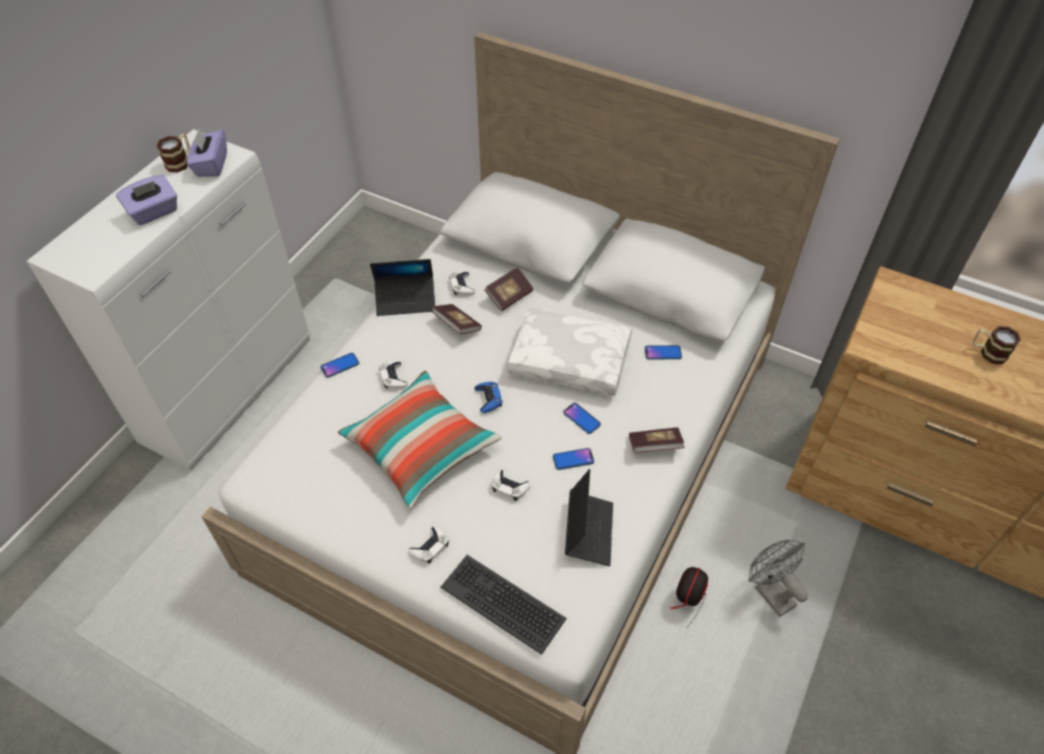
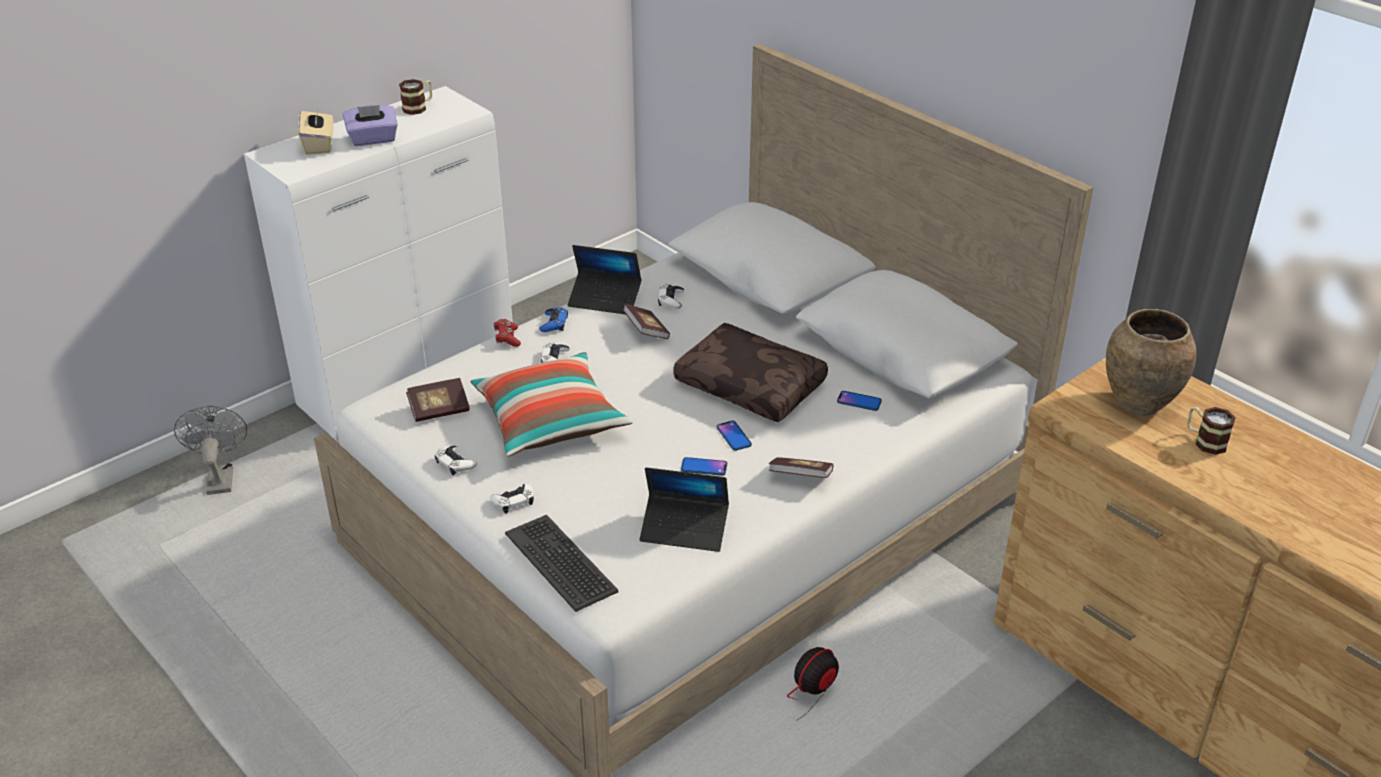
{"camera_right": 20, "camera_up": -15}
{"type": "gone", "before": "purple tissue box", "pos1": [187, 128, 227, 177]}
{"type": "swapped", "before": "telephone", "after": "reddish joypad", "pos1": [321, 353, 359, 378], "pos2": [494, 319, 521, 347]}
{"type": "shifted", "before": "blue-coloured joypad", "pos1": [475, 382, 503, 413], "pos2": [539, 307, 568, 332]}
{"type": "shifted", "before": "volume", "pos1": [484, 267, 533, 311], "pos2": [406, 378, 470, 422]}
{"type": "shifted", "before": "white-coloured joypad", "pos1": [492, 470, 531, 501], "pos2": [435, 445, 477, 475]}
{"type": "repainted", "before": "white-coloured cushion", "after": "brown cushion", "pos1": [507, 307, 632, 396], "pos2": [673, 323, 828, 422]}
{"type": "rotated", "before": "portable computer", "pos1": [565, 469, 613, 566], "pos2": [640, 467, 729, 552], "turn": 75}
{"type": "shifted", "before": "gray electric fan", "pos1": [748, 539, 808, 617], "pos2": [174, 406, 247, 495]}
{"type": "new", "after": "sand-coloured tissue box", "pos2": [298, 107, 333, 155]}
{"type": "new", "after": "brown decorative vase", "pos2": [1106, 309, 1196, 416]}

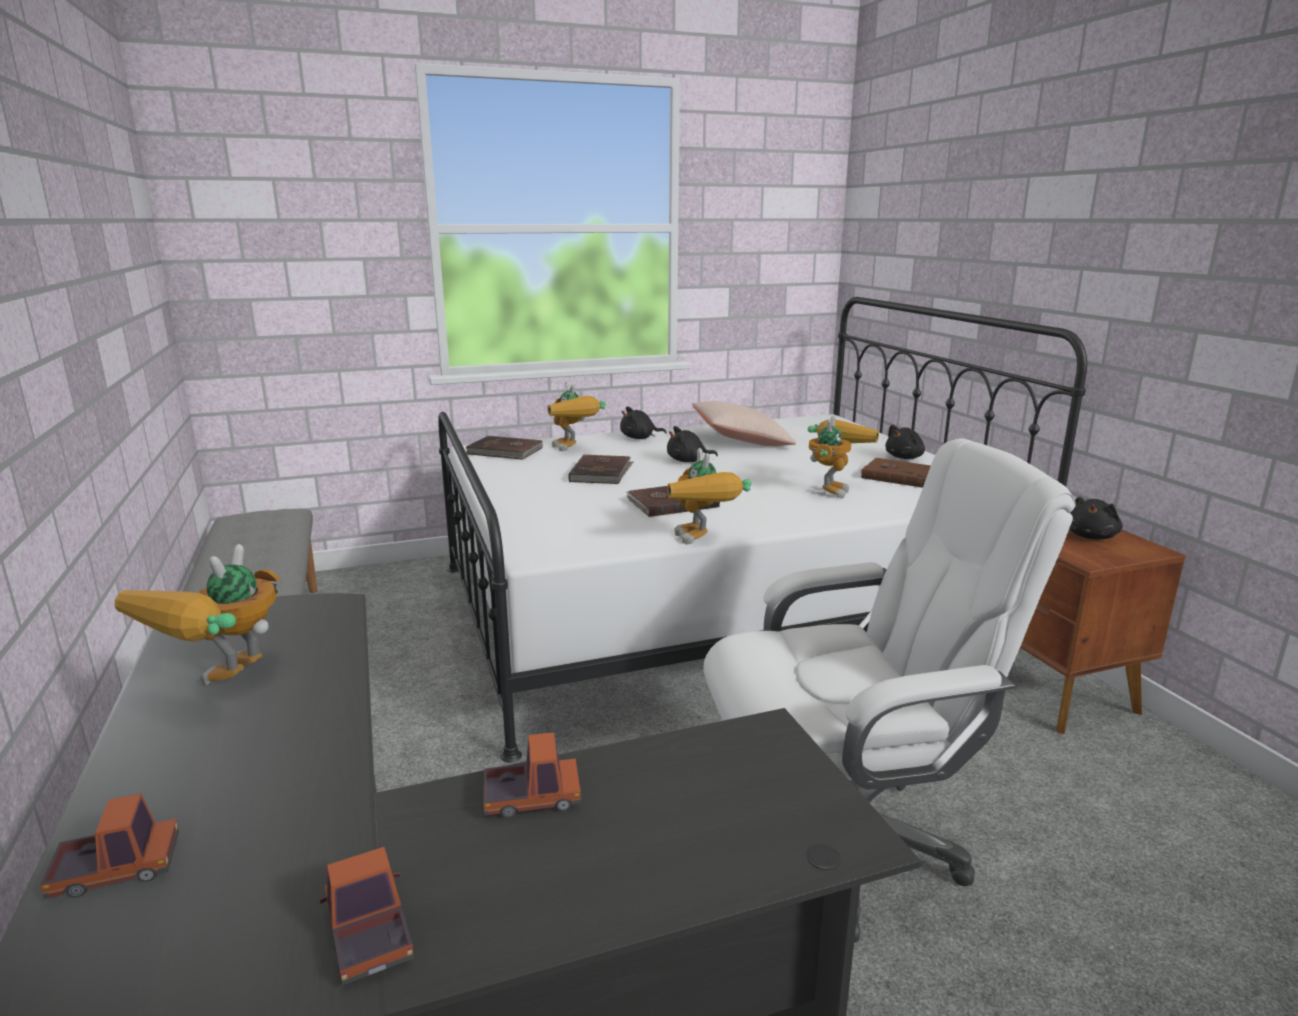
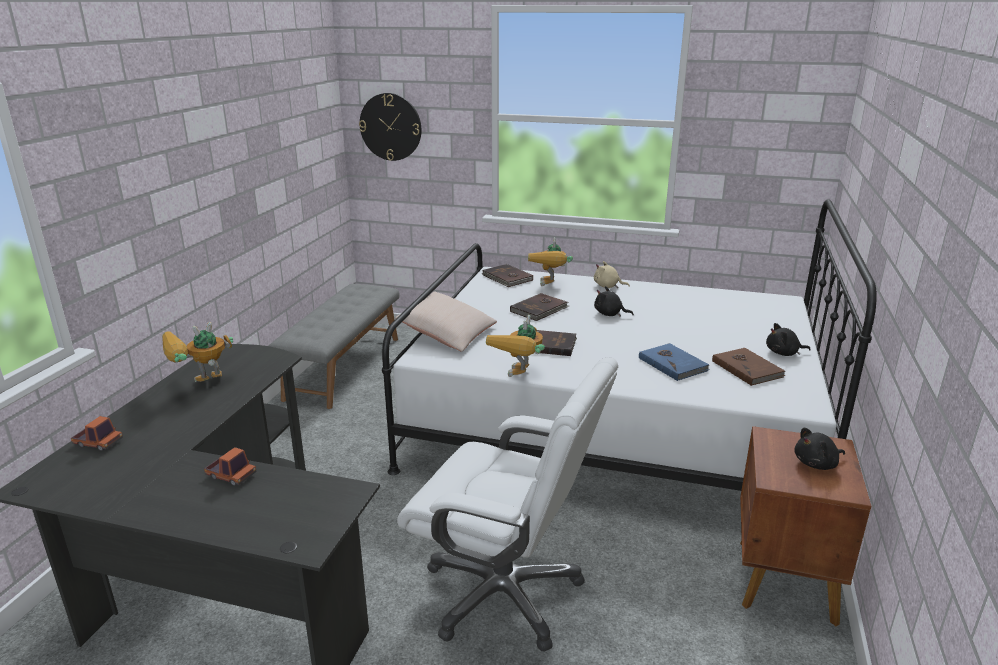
{"camera_right": 35, "camera_up": 5}
{"type": "gone", "before": "model truck", "pos1": [320, 847, 414, 986]}
{"type": "repainted", "before": "blackish plush toy", "after": "sand-coloured plush toy", "pos1": [620, 406, 667, 439], "pos2": [594, 261, 630, 288]}
{"type": "shifted", "before": "sand-coloured cushion", "pos1": [692, 401, 796, 446], "pos2": [395, 291, 497, 352]}
{"type": "swapped", "before": "toy robot", "after": "blue-coloured volume", "pos1": [808, 415, 879, 499], "pos2": [639, 343, 710, 381]}
{"type": "new", "after": "hanging clock", "pos2": [359, 93, 421, 161]}

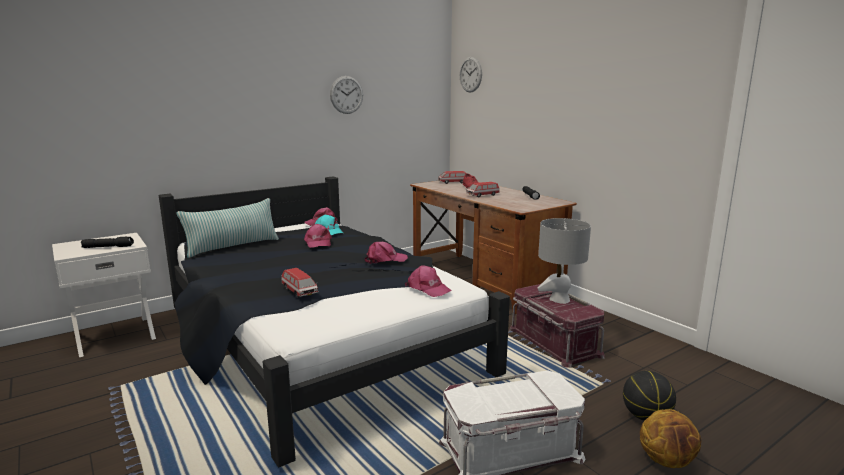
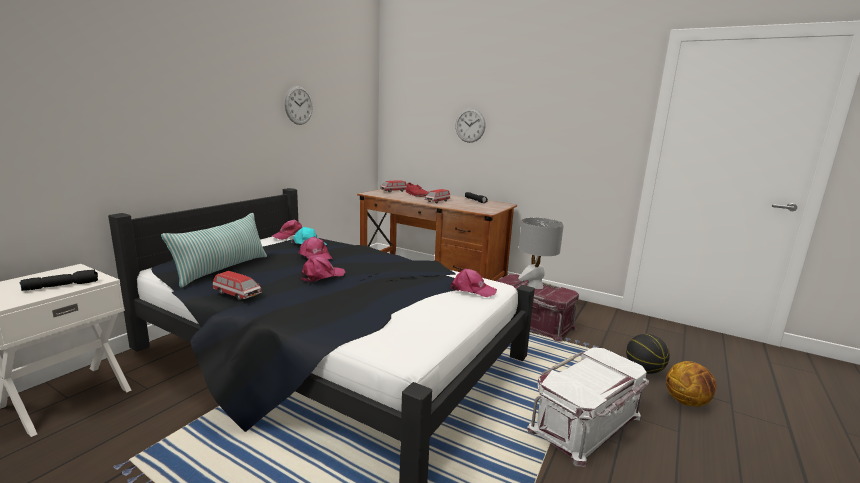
{"camera_right": -25, "camera_up": 0}
{"type": "shifted", "before": "toy car", "pos1": [281, 268, 319, 297], "pos2": [213, 271, 262, 300]}
{"type": "shifted", "before": "pink baseball cap", "pos1": [365, 242, 408, 264], "pos2": [301, 257, 345, 283]}
{"type": "shifted", "before": "hanging clock", "pos1": [460, 57, 482, 93], "pos2": [455, 108, 486, 143]}

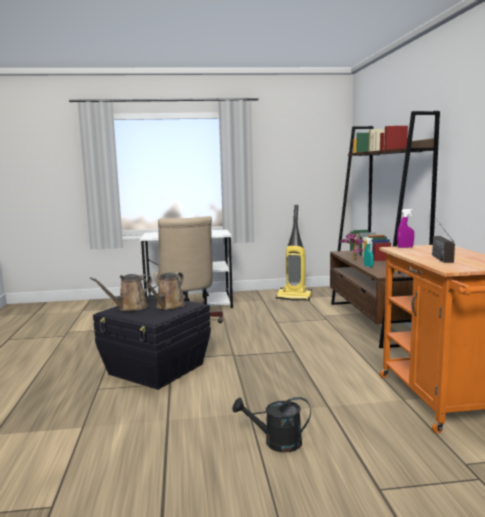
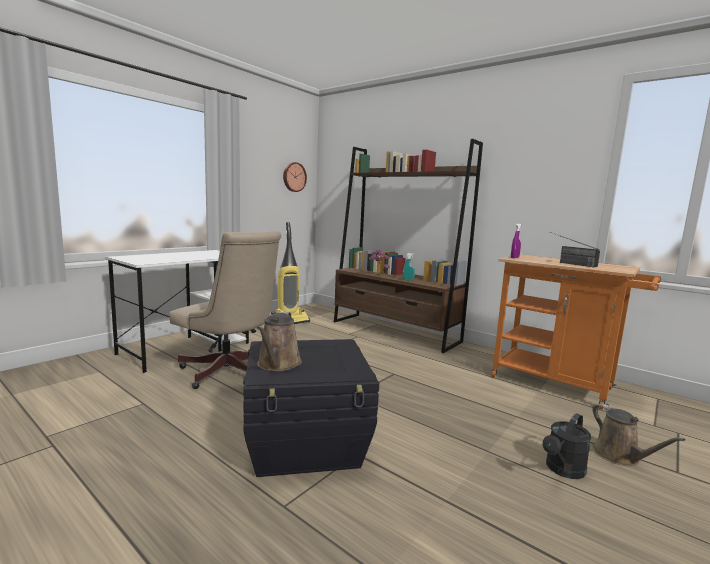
{"camera_right": -45, "camera_up": 0}
{"type": "shifted", "before": "brown watering pot", "pos1": [141, 272, 185, 310], "pos2": [593, 404, 685, 466]}
{"type": "new", "after": "hanging clock", "pos2": [283, 162, 307, 192]}

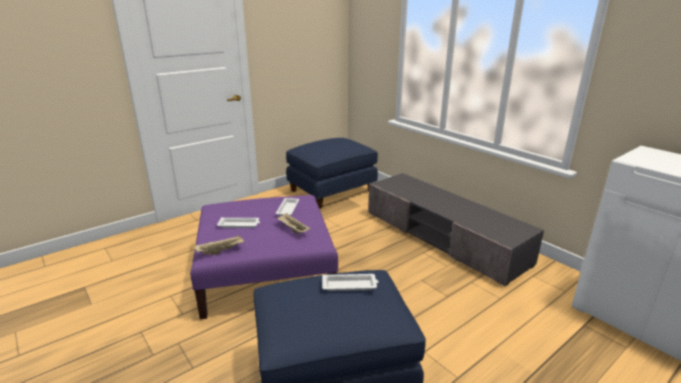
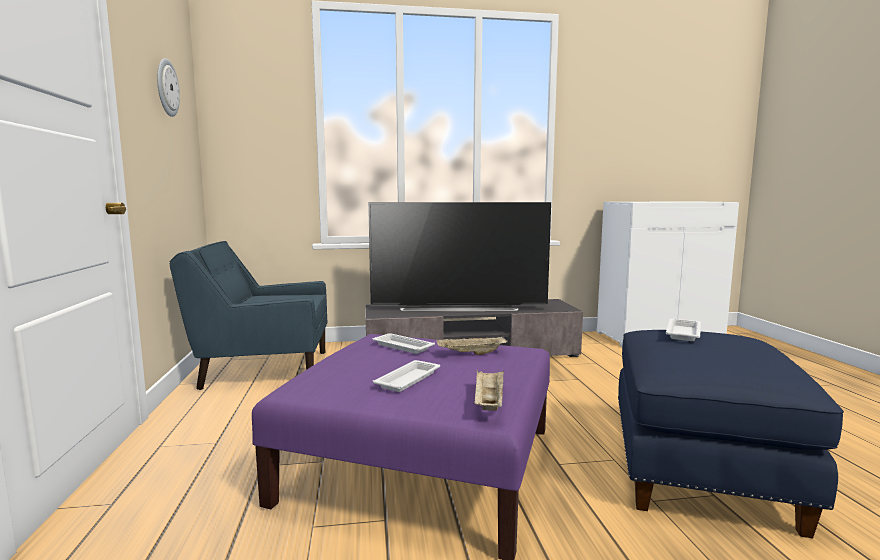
{"camera_right": -60, "camera_up": -15}
{"type": "swapped", "before": "blue-coloured pouffe", "after": "blue-coloured armchair", "pos1": [286, 138, 378, 209], "pos2": [170, 241, 328, 390]}
{"type": "new", "after": "hanging clock", "pos2": [157, 58, 180, 117]}
{"type": "new", "after": "TV set", "pos2": [368, 202, 551, 311]}

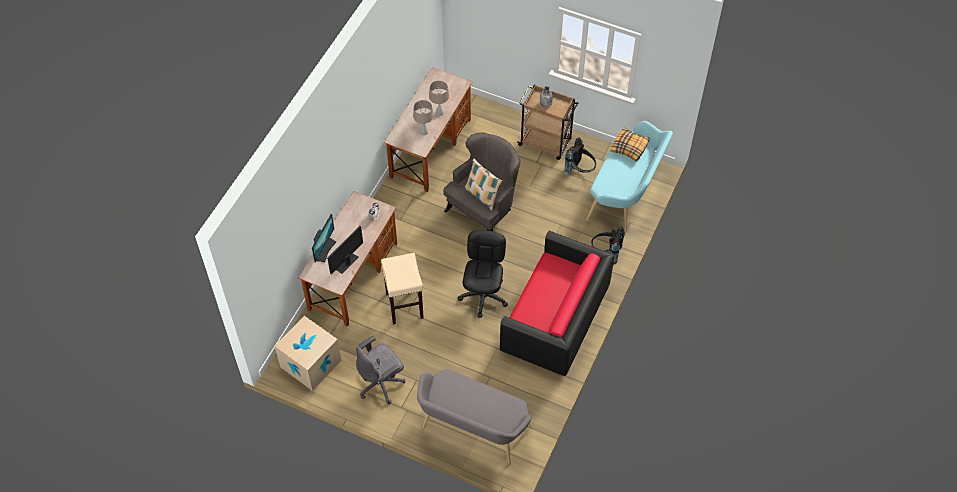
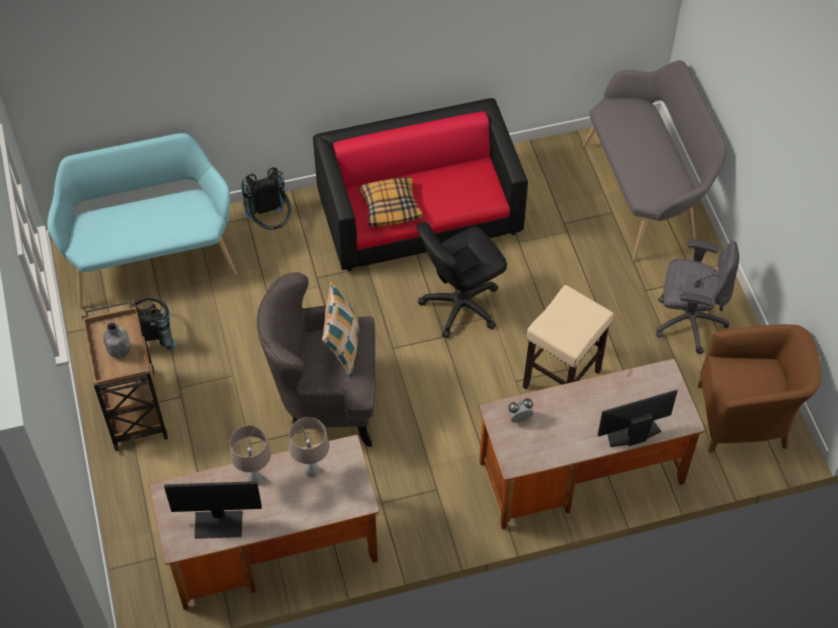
{"camera_right": -130, "camera_up": 0}
{"type": "swapped", "before": "packing box", "after": "brown armchair", "pos1": [275, 316, 342, 391], "pos2": [698, 324, 821, 452]}
{"type": "shifted", "before": "computer display", "pos1": [327, 226, 363, 274], "pos2": [164, 481, 262, 539]}
{"type": "shifted", "before": "cushion", "pos1": [611, 127, 650, 161], "pos2": [359, 177, 423, 227]}

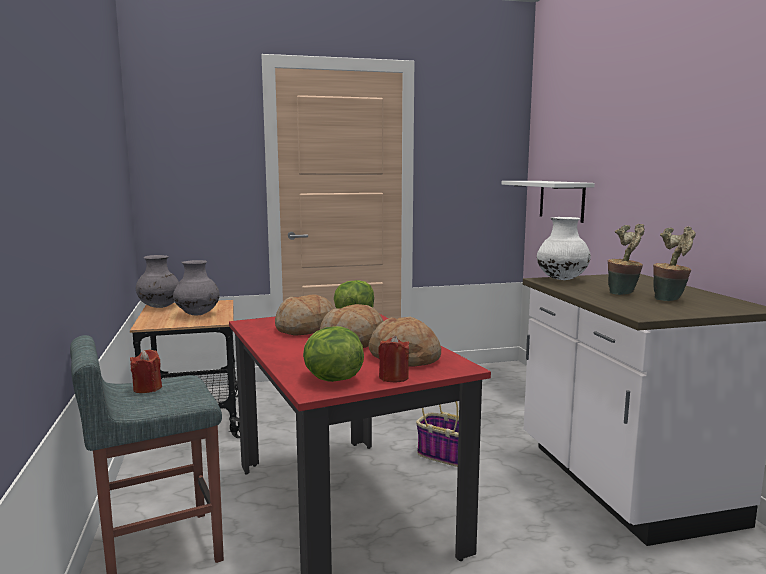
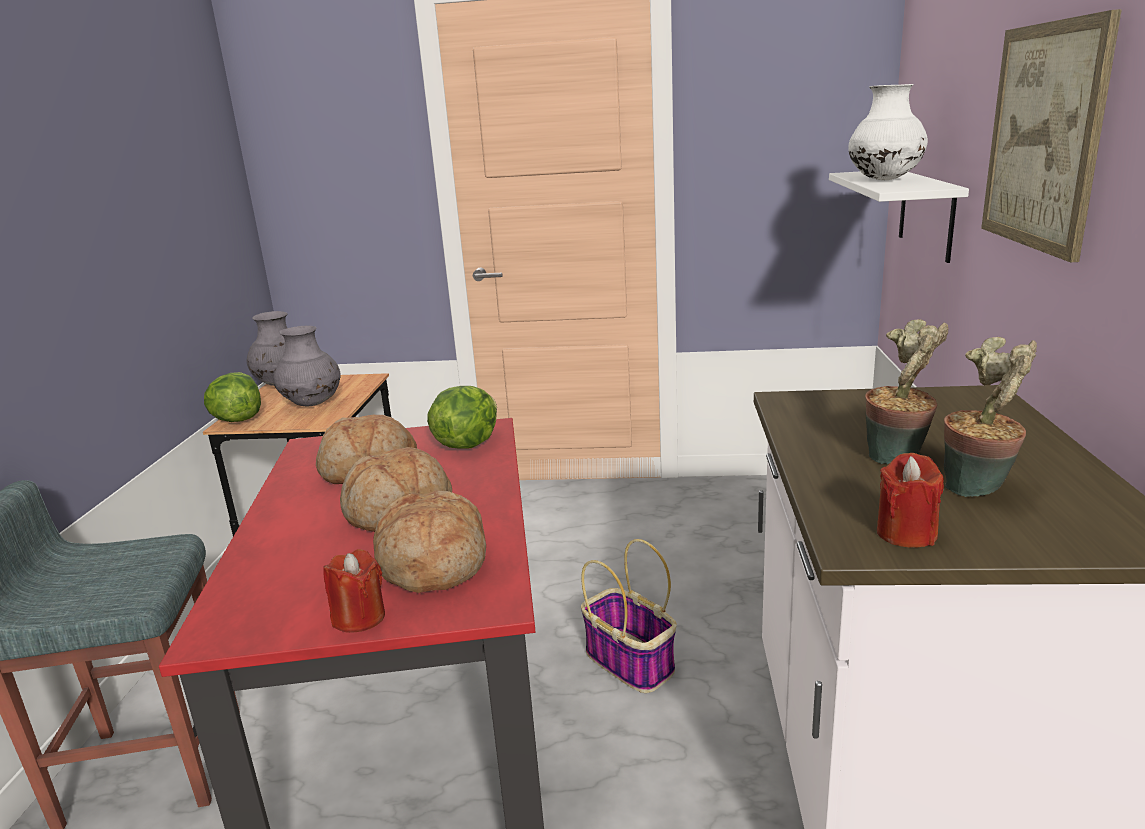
{"camera_right": 20, "camera_up": 10}
{"type": "shifted", "before": "reddish candle", "pos1": [130, 349, 162, 393], "pos2": [877, 453, 944, 548]}
{"type": "shifted", "before": "lettuce", "pos1": [303, 326, 364, 382], "pos2": [204, 372, 261, 422]}
{"type": "shifted", "before": "white-coloured decorative vase", "pos1": [537, 217, 591, 280], "pos2": [848, 84, 928, 180]}
{"type": "new", "after": "wall art", "pos2": [981, 9, 1122, 262]}

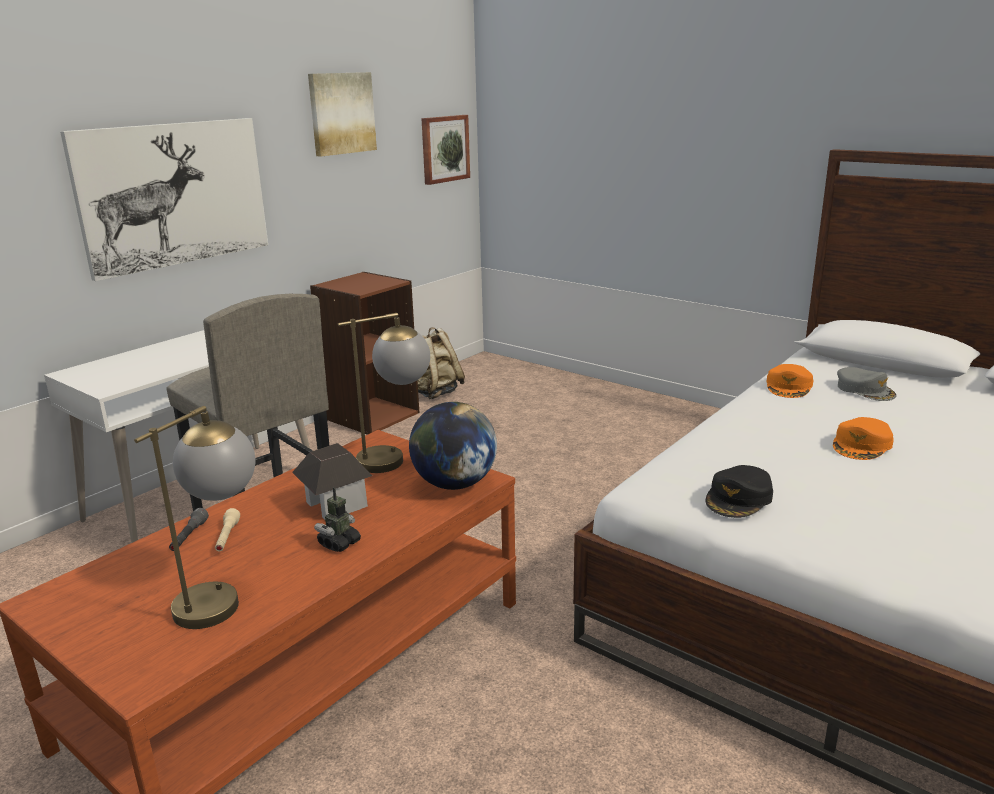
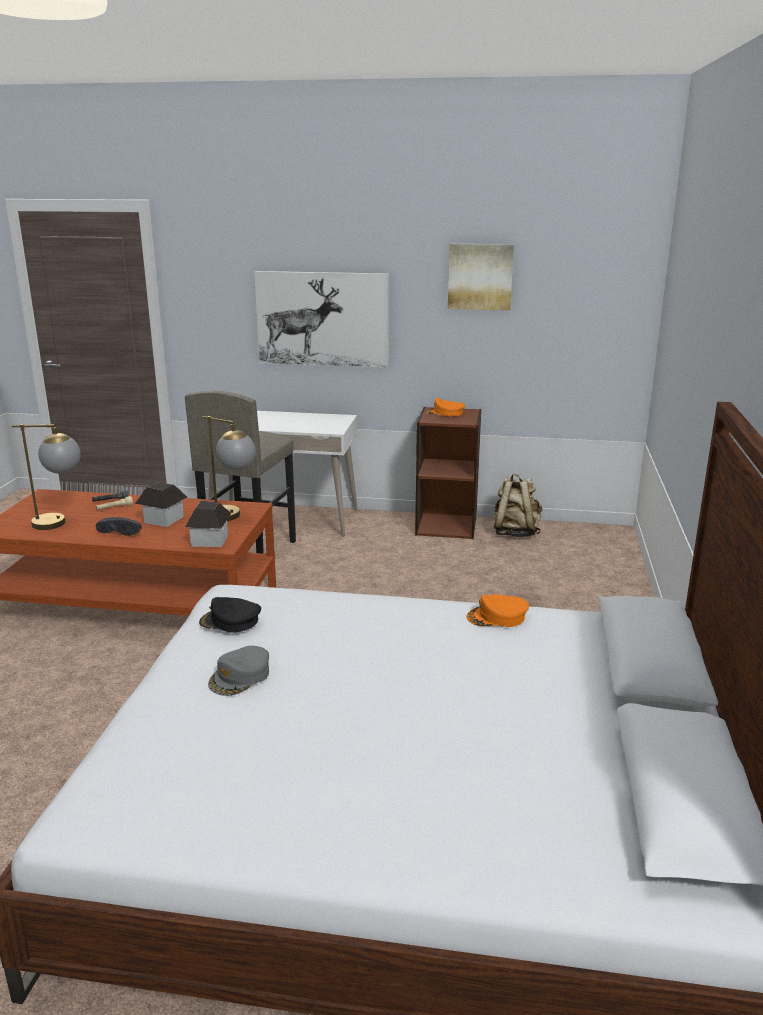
{"camera_right": 60, "camera_up": 0}
{"type": "swapped", "before": "toy robot", "after": "blackish shoe", "pos1": [314, 487, 361, 552], "pos2": [96, 517, 142, 536]}
{"type": "swapped", "before": "globe", "after": "toy house", "pos1": [409, 402, 497, 490], "pos2": [185, 501, 231, 547]}
{"type": "gone", "before": "wall art", "pos1": [421, 115, 470, 185]}
{"type": "shifted", "before": "orange-coloured baseball cap", "pos1": [833, 417, 894, 460], "pos2": [426, 398, 465, 417]}
{"type": "shifted", "before": "gray baseball cap", "pos1": [837, 367, 897, 401], "pos2": [208, 646, 269, 696]}

